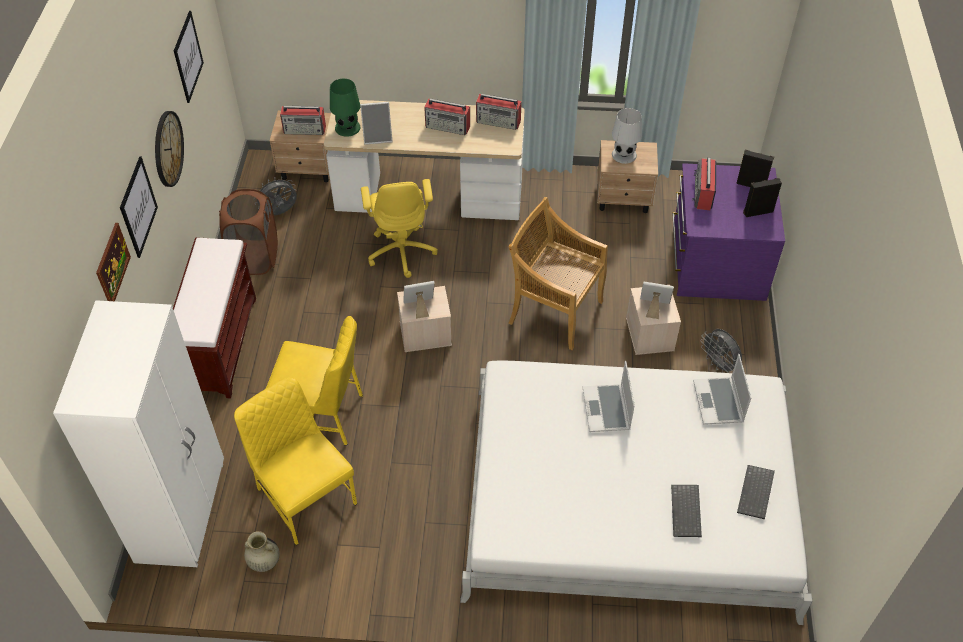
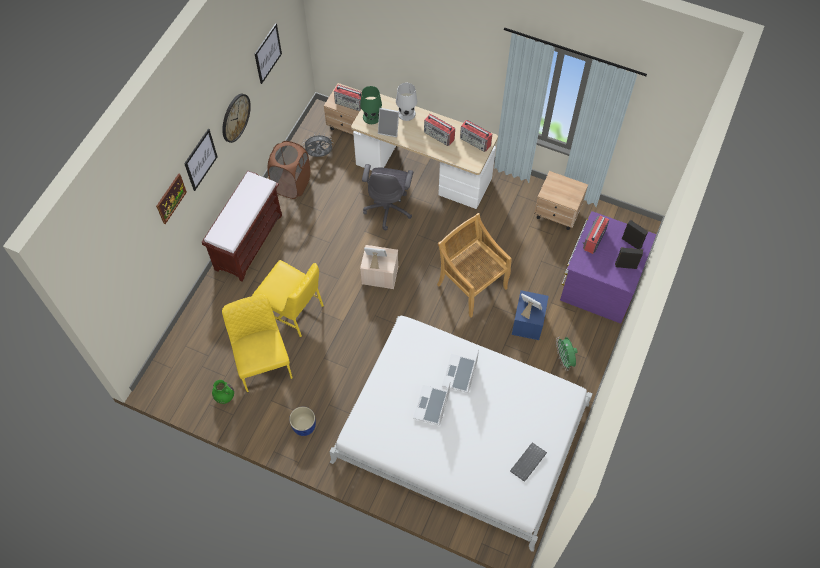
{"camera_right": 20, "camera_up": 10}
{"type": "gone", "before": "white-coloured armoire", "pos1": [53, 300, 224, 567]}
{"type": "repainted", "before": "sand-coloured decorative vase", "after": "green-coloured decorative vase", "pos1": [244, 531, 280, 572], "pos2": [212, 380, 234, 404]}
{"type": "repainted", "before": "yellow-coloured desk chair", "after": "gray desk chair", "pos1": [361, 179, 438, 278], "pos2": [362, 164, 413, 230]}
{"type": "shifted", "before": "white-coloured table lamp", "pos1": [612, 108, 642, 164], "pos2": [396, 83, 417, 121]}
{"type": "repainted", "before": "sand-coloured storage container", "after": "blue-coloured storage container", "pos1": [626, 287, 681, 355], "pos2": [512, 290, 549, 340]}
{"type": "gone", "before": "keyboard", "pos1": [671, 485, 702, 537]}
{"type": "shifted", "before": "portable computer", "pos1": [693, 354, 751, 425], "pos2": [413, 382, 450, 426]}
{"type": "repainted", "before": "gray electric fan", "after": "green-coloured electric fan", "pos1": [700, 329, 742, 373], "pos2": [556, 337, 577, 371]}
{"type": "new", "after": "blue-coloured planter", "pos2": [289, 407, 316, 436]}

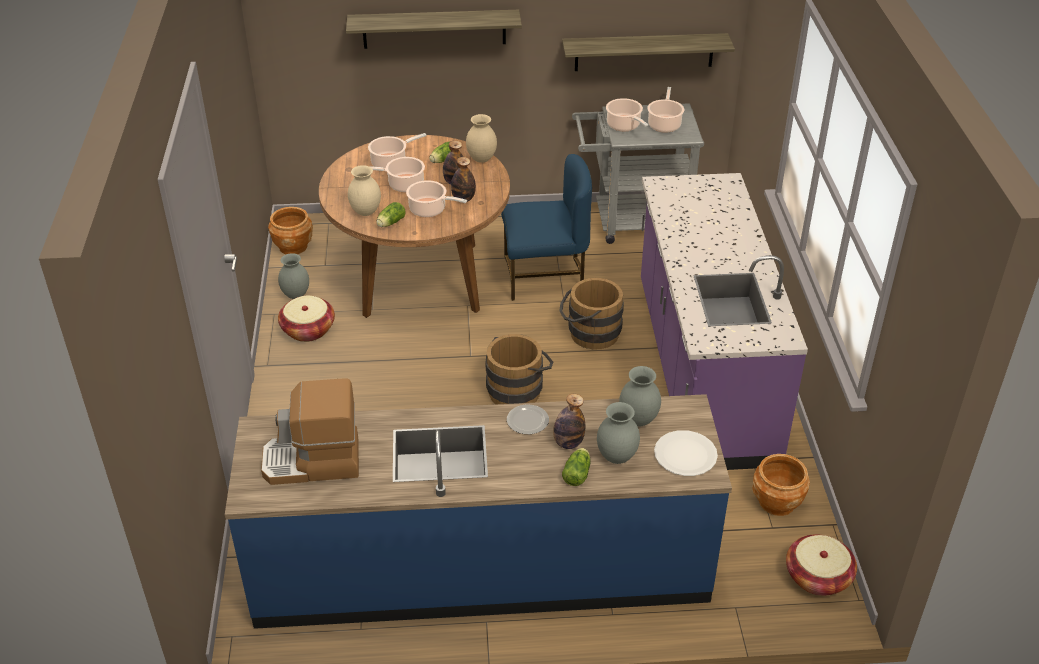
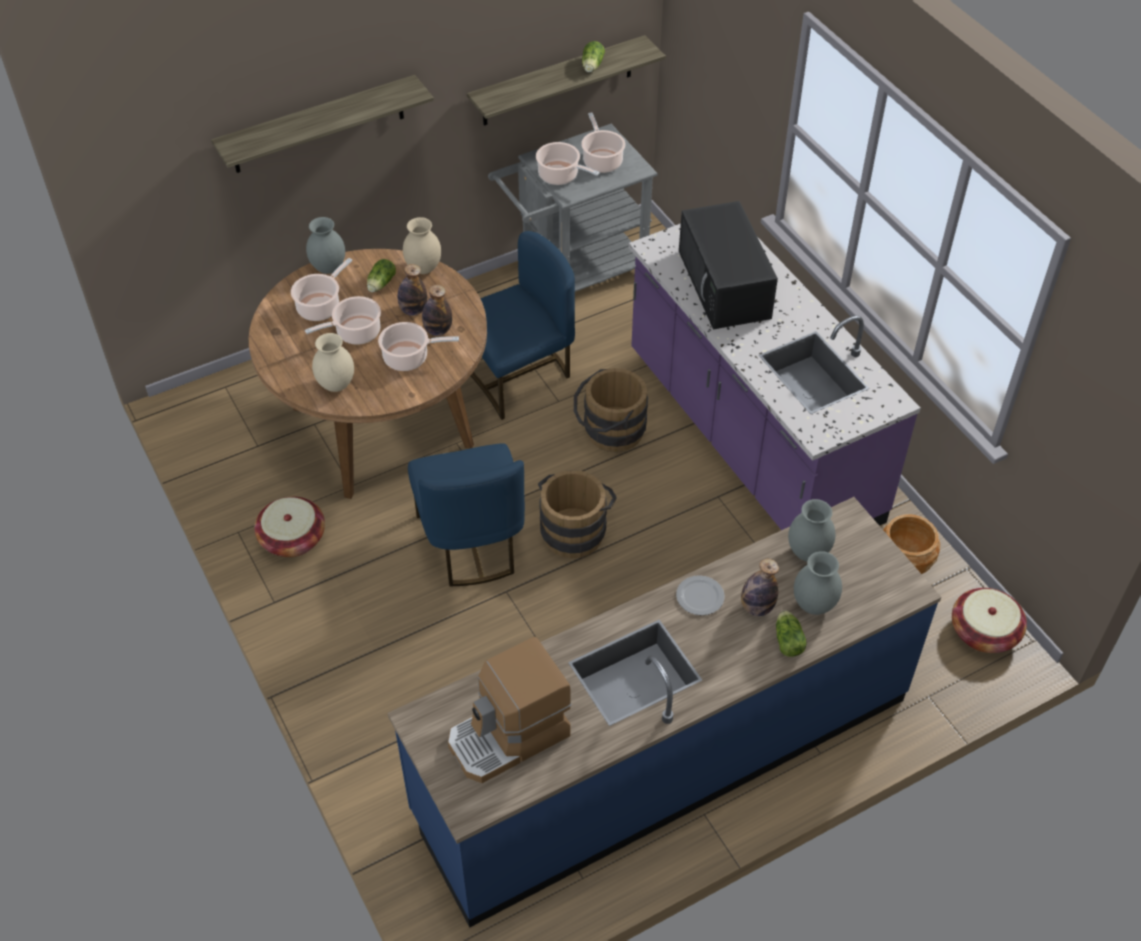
{"camera_right": -25, "camera_up": 10}
{"type": "gone", "before": "brown planter", "pos1": [268, 207, 313, 254]}
{"type": "shifted", "before": "gray decorative vase", "pos1": [278, 253, 309, 299], "pos2": [306, 217, 345, 274]}
{"type": "shifted", "before": "lettuce", "pos1": [376, 202, 406, 227], "pos2": [582, 41, 605, 72]}
{"type": "gone", "before": "white-coloured flat dish", "pos1": [654, 430, 718, 476]}
{"type": "new", "after": "blue-coloured chair", "pos2": [408, 443, 525, 586]}
{"type": "new", "after": "blackish microwave", "pos2": [679, 201, 778, 329]}

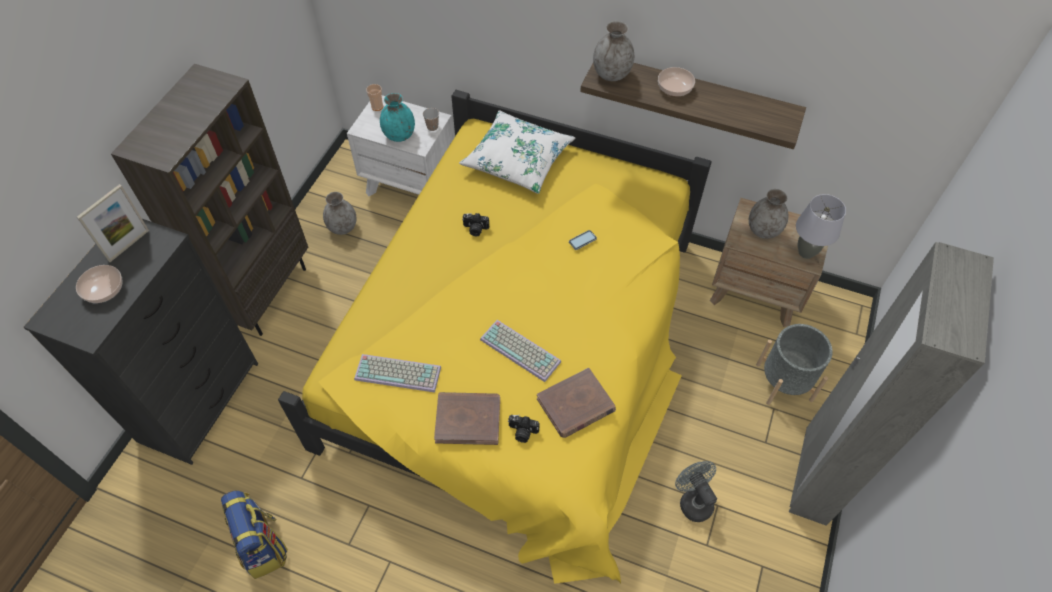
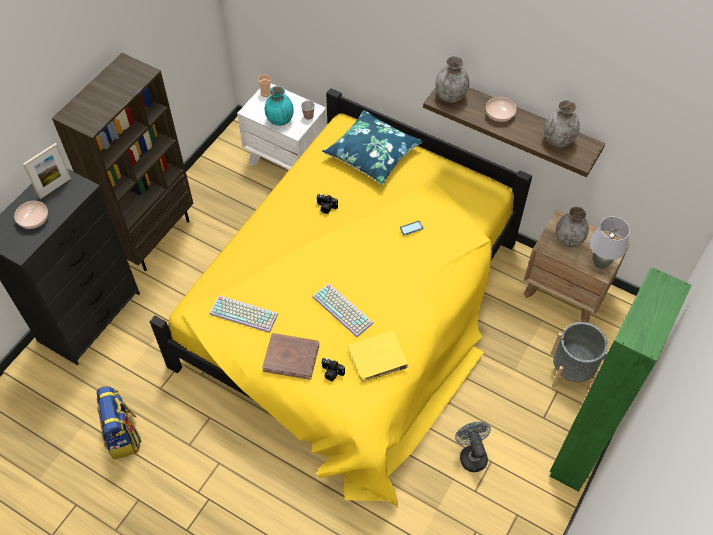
{"camera_right": 10, "camera_up": 0}
{"type": "shifted", "before": "gray decorative vase", "pos1": [323, 192, 356, 235], "pos2": [544, 100, 580, 147]}
{"type": "repainted", "before": "white-coloured cushion", "after": "blue-coloured cushion", "pos1": [459, 111, 575, 194], "pos2": [322, 110, 423, 185]}
{"type": "repainted", "before": "brown volume", "after": "yellow-coloured volume", "pos1": [537, 368, 616, 438], "pos2": [348, 331, 408, 382]}
{"type": "repainted", "before": "gray armoire", "after": "green-coloured armoire", "pos1": [789, 242, 994, 526], "pos2": [550, 267, 692, 492]}

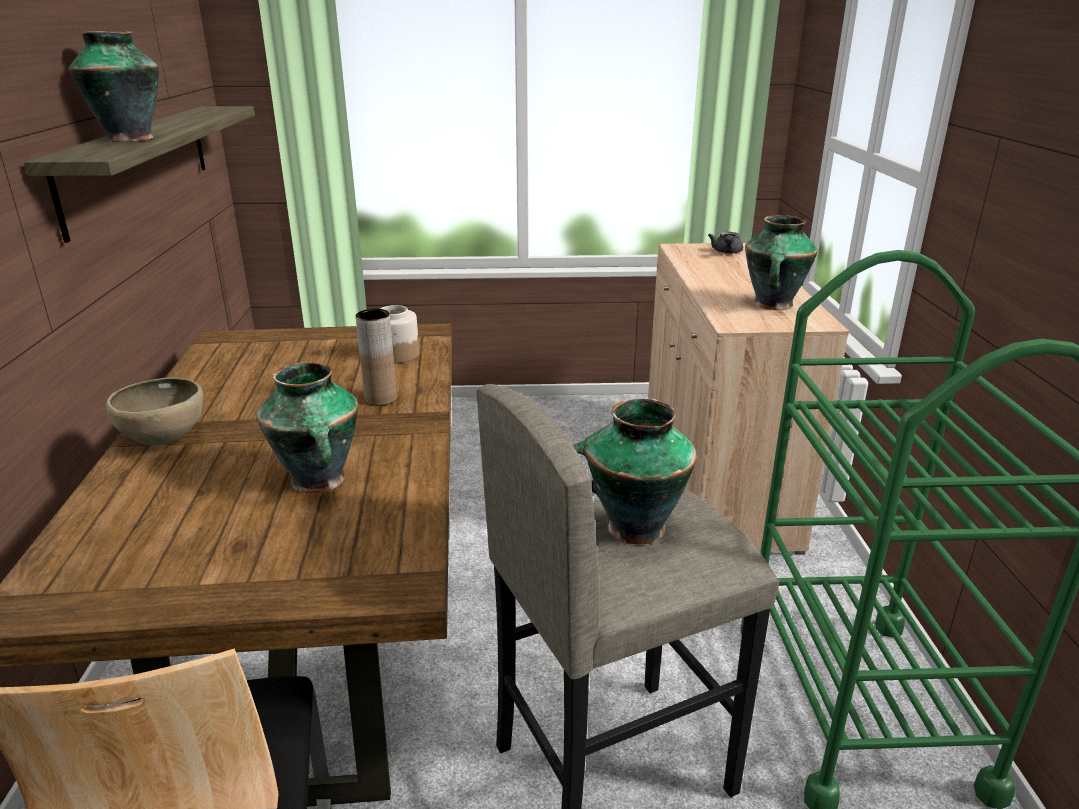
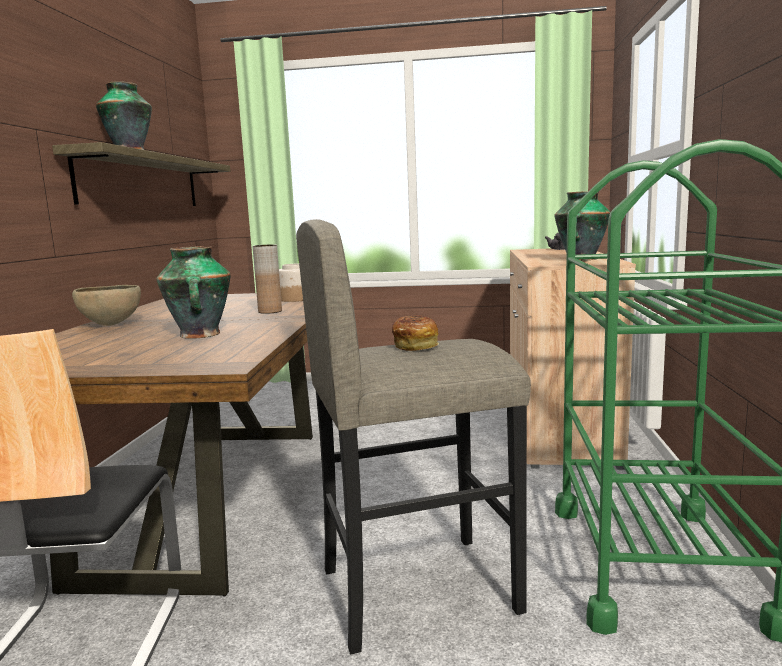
{"camera_right": 10, "camera_up": -15}
{"type": "swapped", "before": "decorative vase", "after": "bakery bread", "pos1": [573, 398, 697, 545], "pos2": [392, 316, 439, 351]}

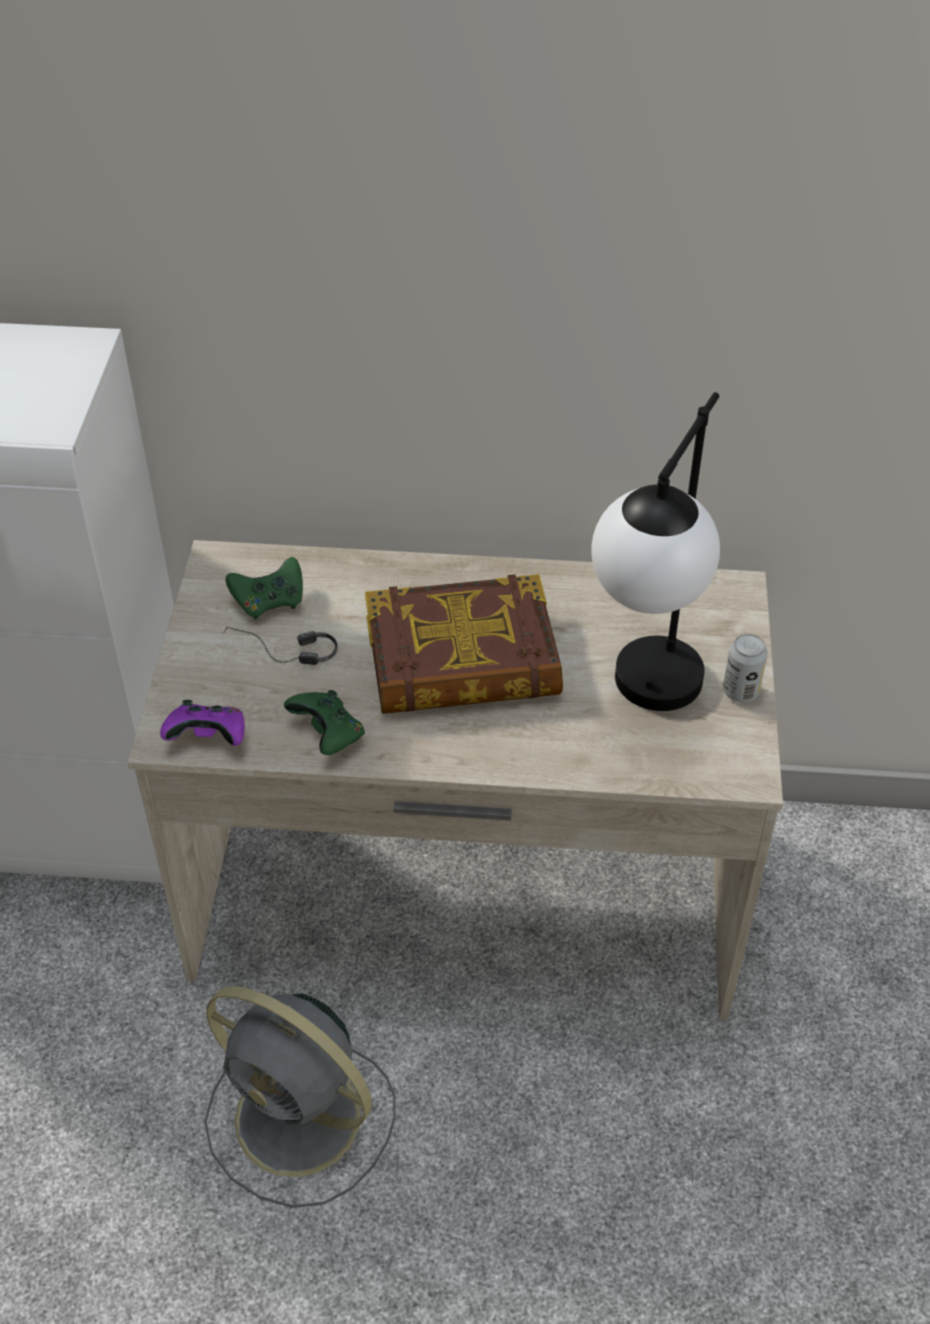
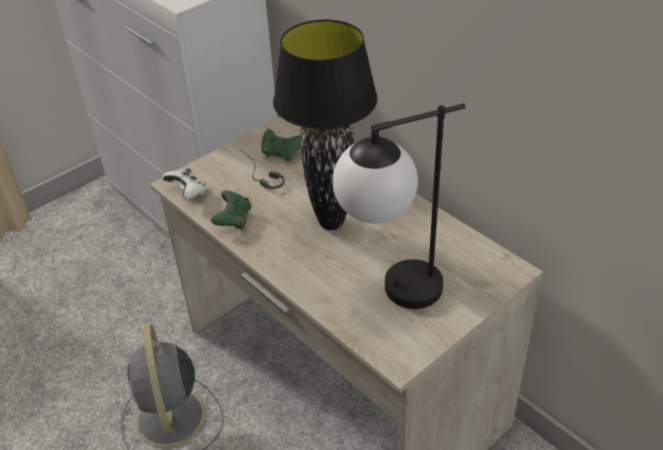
{"camera_right": 45, "camera_up": -5}
{"type": "repainted", "before": "purple joypad", "after": "white-coloured joypad", "pos1": [160, 700, 245, 746], "pos2": [162, 168, 208, 199]}
{"type": "swapped", "before": "volume", "after": "blackish table lamp", "pos1": [365, 574, 563, 714], "pos2": [273, 20, 378, 230]}
{"type": "gone", "before": "can", "pos1": [723, 634, 768, 702]}

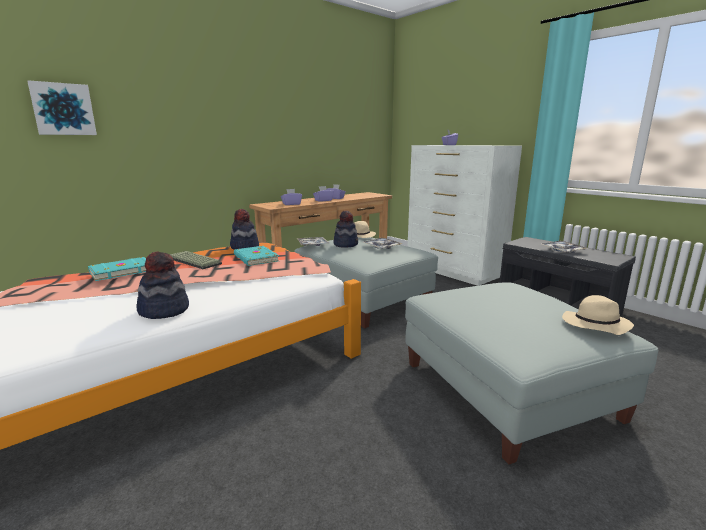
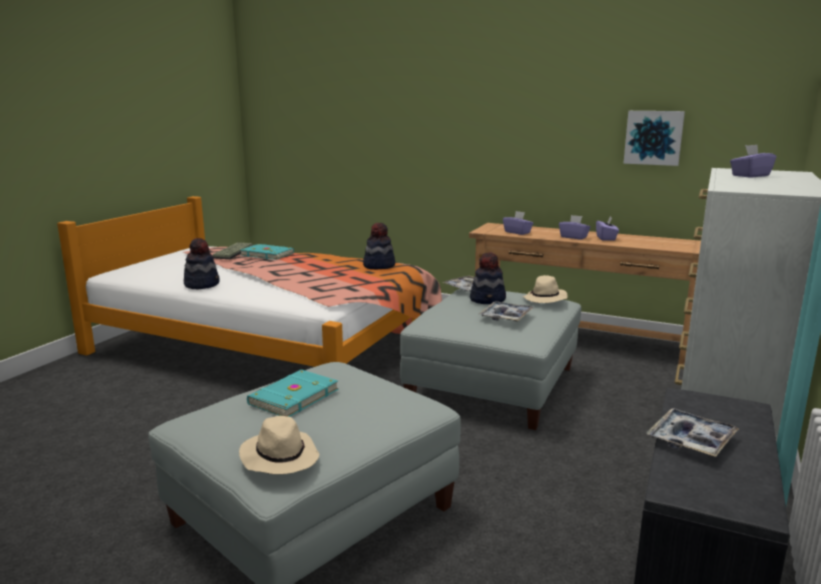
{"camera_right": 65, "camera_up": 0}
{"type": "shifted", "before": "wall art", "pos1": [27, 80, 97, 135], "pos2": [623, 111, 685, 166]}
{"type": "shifted", "before": "keyboard", "pos1": [170, 251, 222, 269], "pos2": [213, 242, 253, 259]}
{"type": "shifted", "before": "turquoise-coloured volume", "pos1": [234, 246, 279, 266], "pos2": [247, 369, 339, 417]}

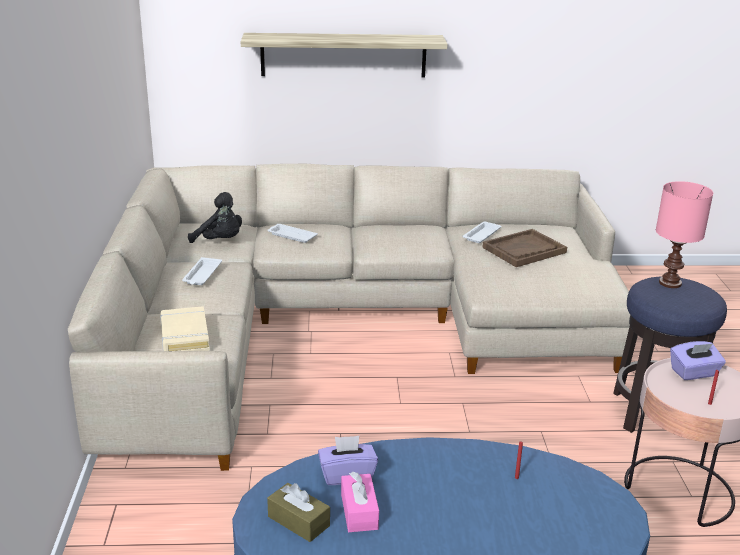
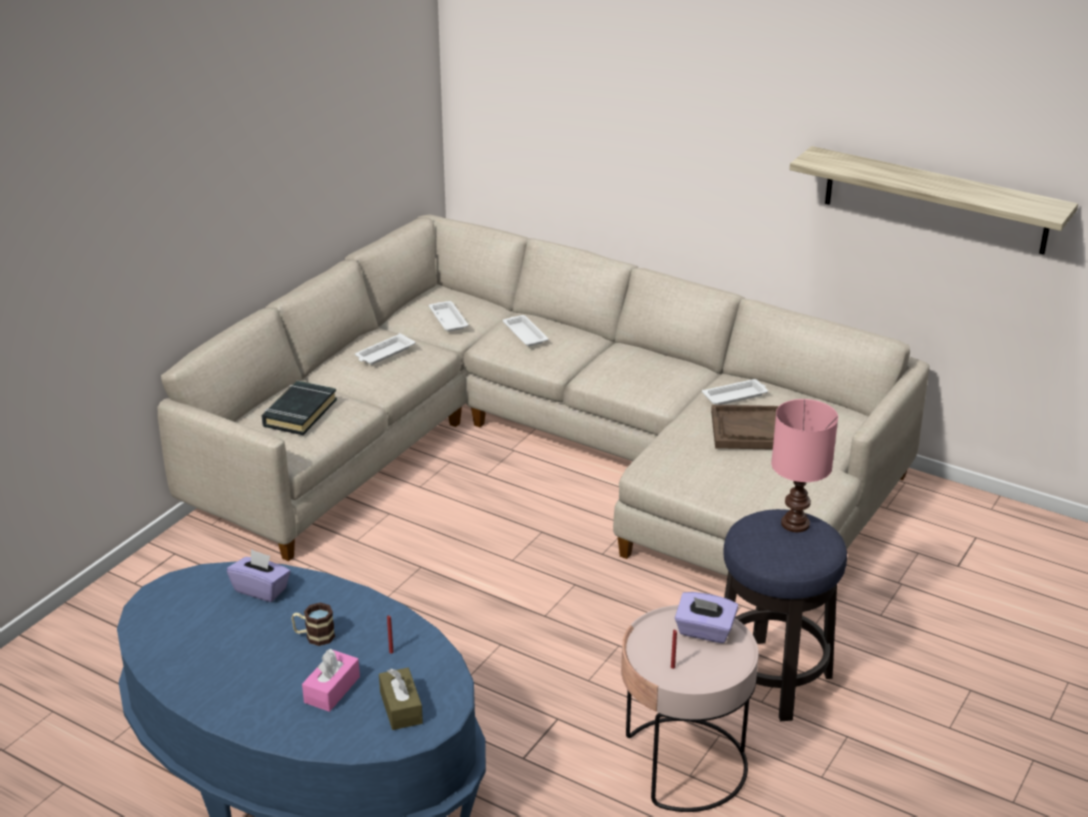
{"camera_right": 35, "camera_up": 5}
{"type": "repainted", "before": "sand-coloured volume", "after": "blackish volume", "pos1": [160, 306, 210, 351], "pos2": [262, 381, 337, 435]}
{"type": "swapped", "before": "blackish plush toy", "after": "white-coloured tray", "pos1": [188, 192, 242, 243], "pos2": [429, 301, 469, 331]}
{"type": "shifted", "before": "bracket shelf", "pos1": [241, 33, 448, 78], "pos2": [789, 146, 1078, 255]}
{"type": "shifted", "before": "brown tissue box", "pos1": [267, 483, 330, 542], "pos2": [379, 668, 423, 730]}
{"type": "shifted", "before": "pink tissue box", "pos1": [341, 472, 379, 532], "pos2": [302, 649, 360, 712]}
{"type": "new", "after": "coffee mug", "pos2": [291, 603, 335, 646]}

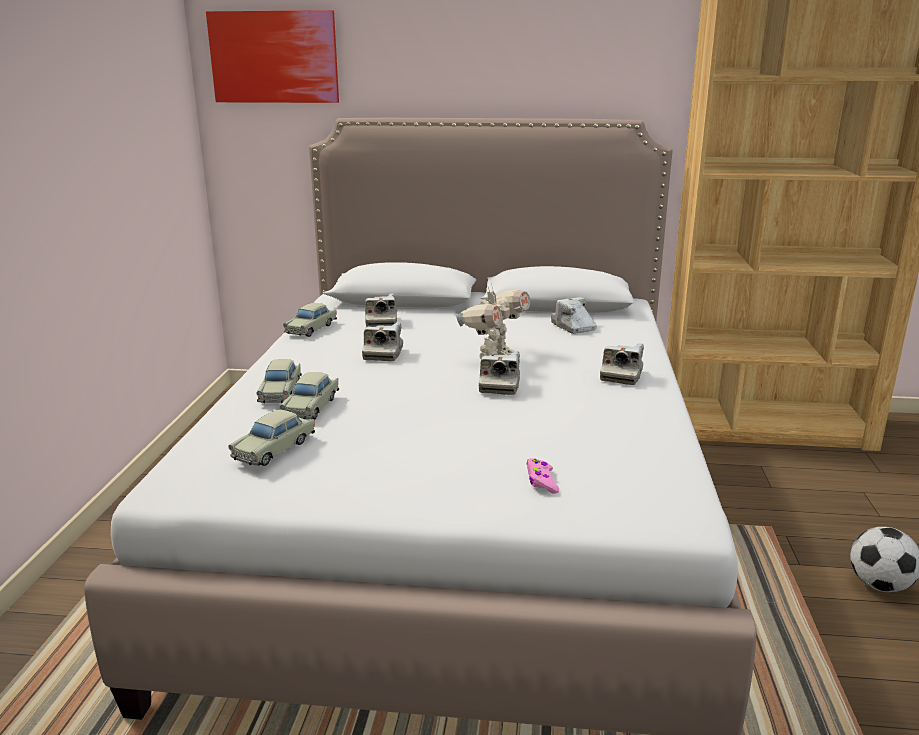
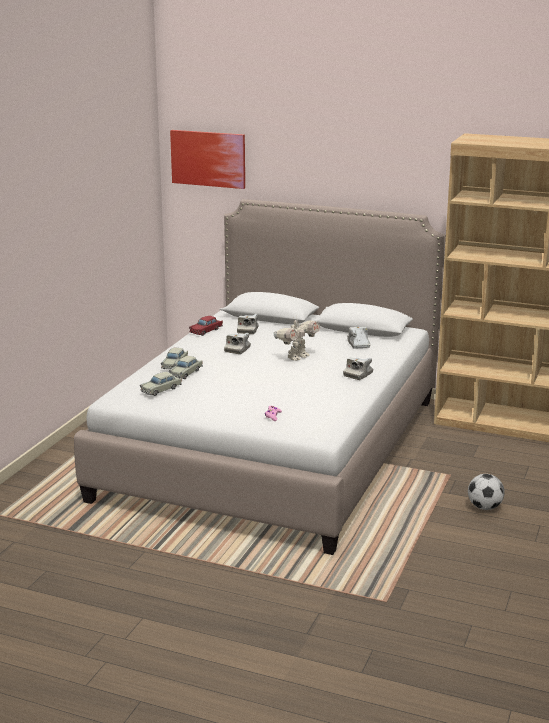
{"camera_right": 15, "camera_up": 0}
{"type": "repainted", "before": "sand-coloured toy car", "after": "reddish toy car", "pos1": [283, 303, 337, 337], "pos2": [189, 316, 223, 336]}
{"type": "gone", "before": "photo camera", "pos1": [479, 351, 520, 395]}

